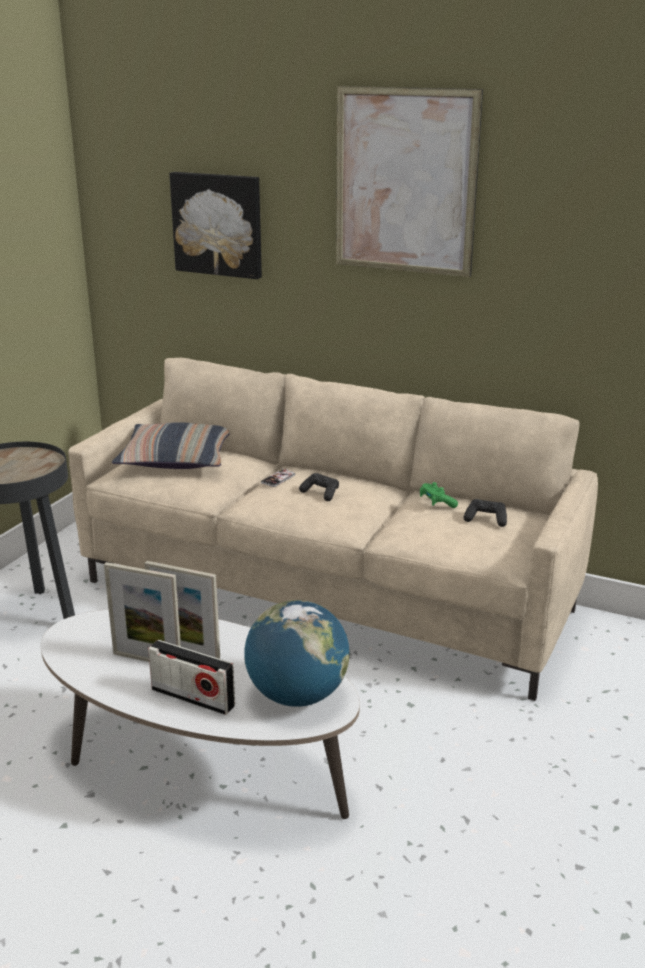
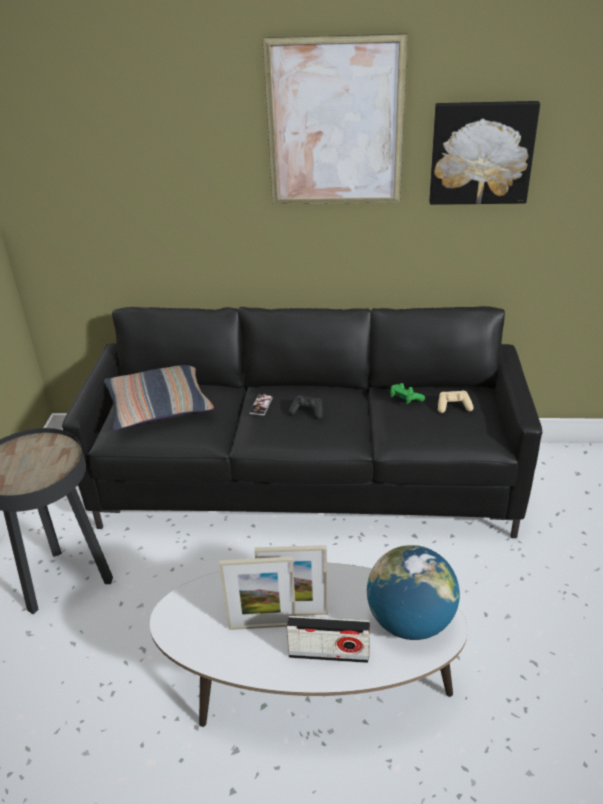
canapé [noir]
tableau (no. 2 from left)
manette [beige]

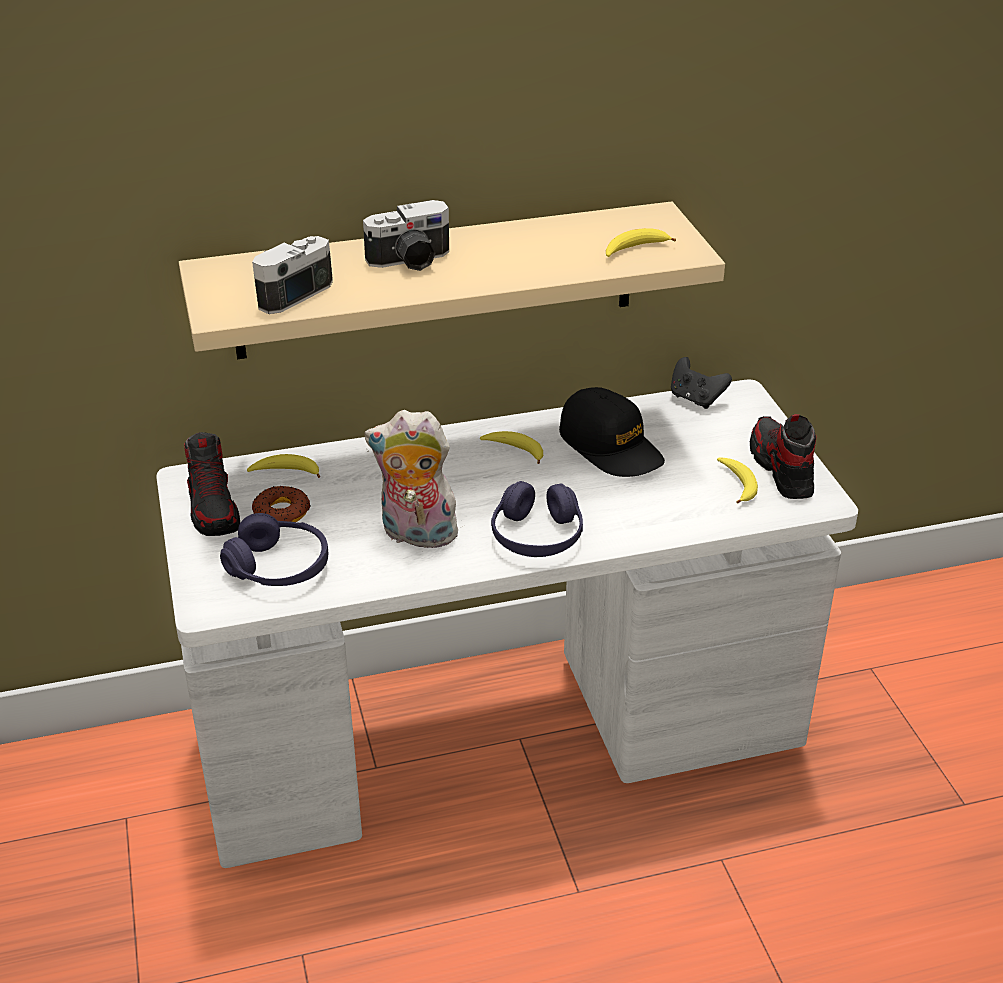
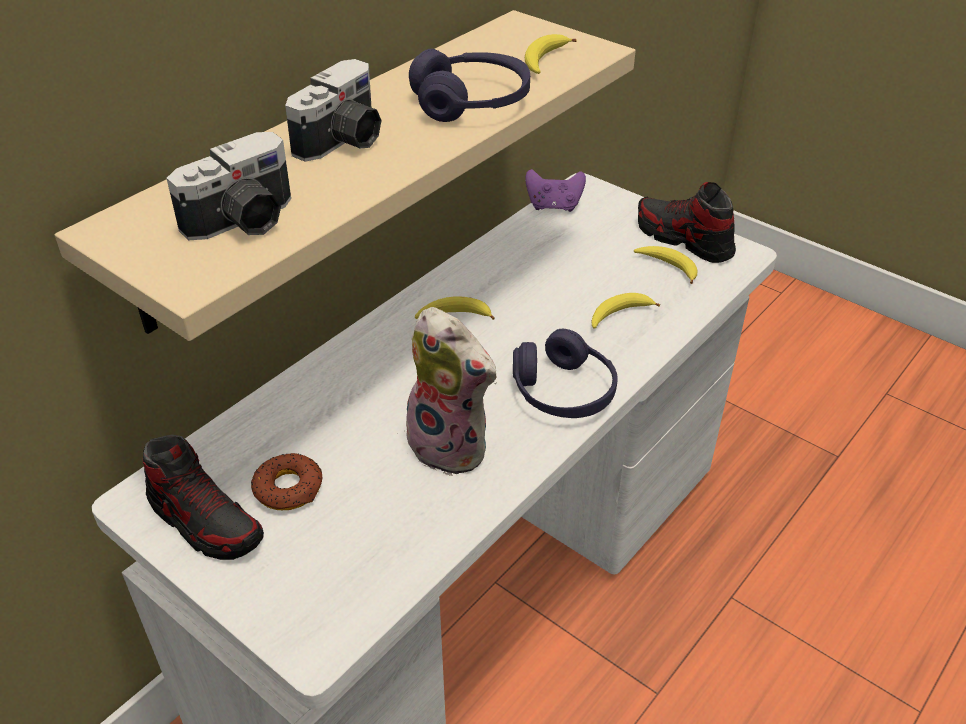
appareil photo (no. 1 from left)
peluche
casque audio [violet] (no. 1 from left)
manette [violet]
banane (no. 3 from left)
casquette [noir]

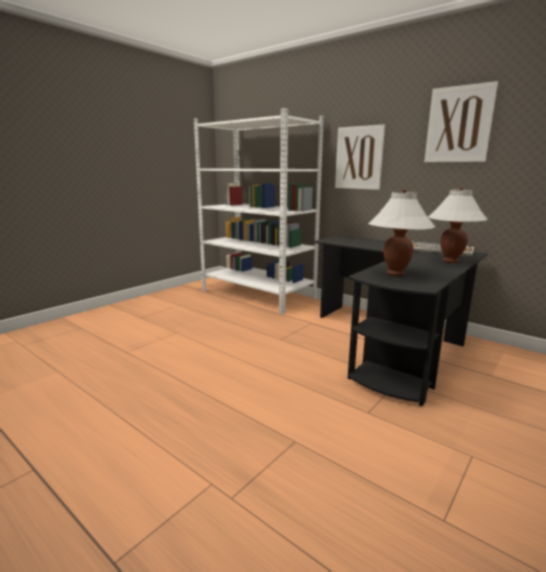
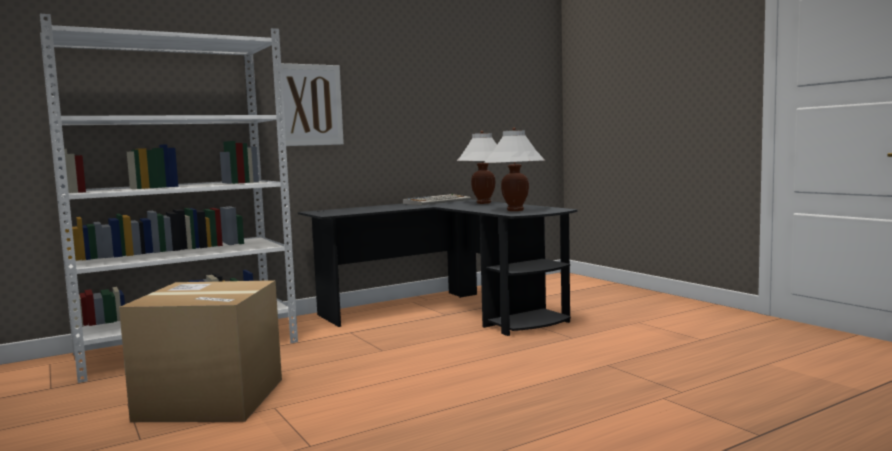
carton
tableau (no. 2 from left in the first image)

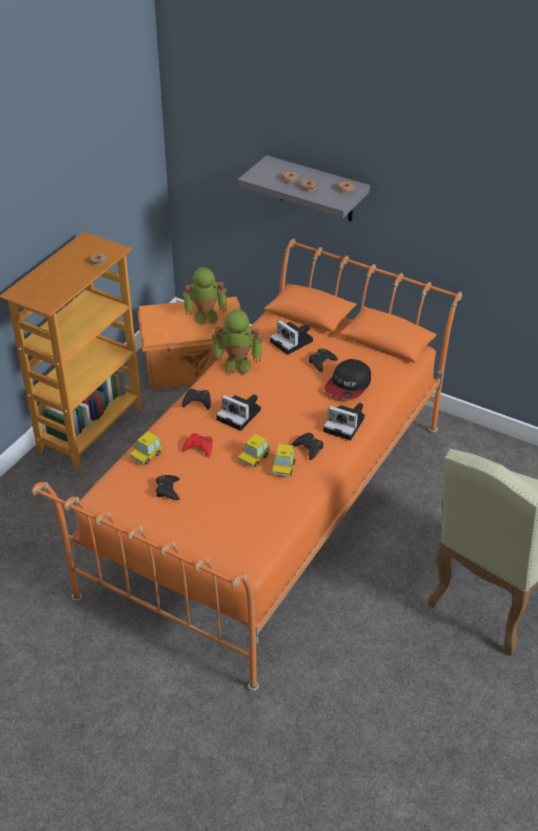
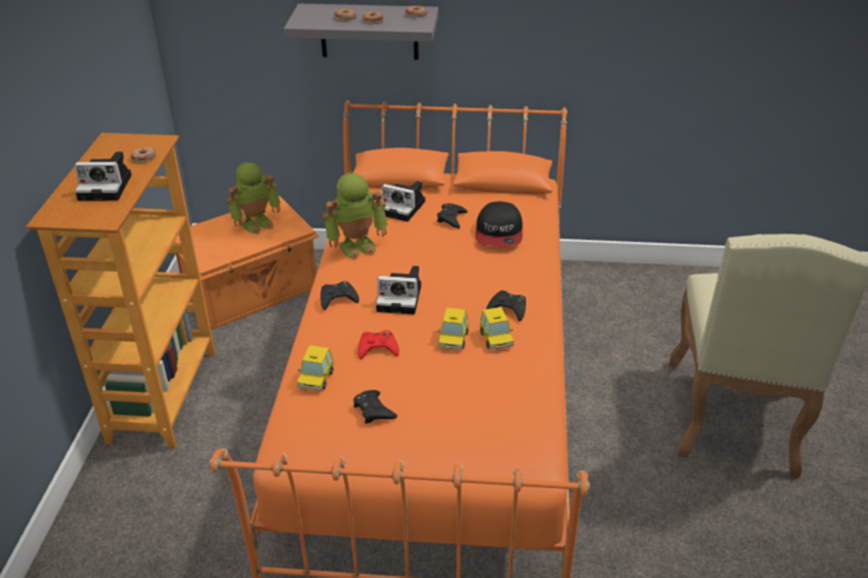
appareil photo (no. 1 from left)

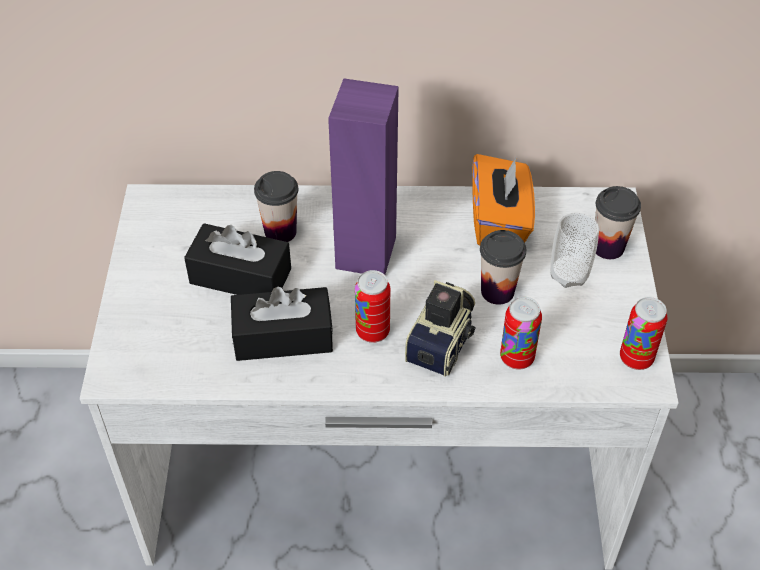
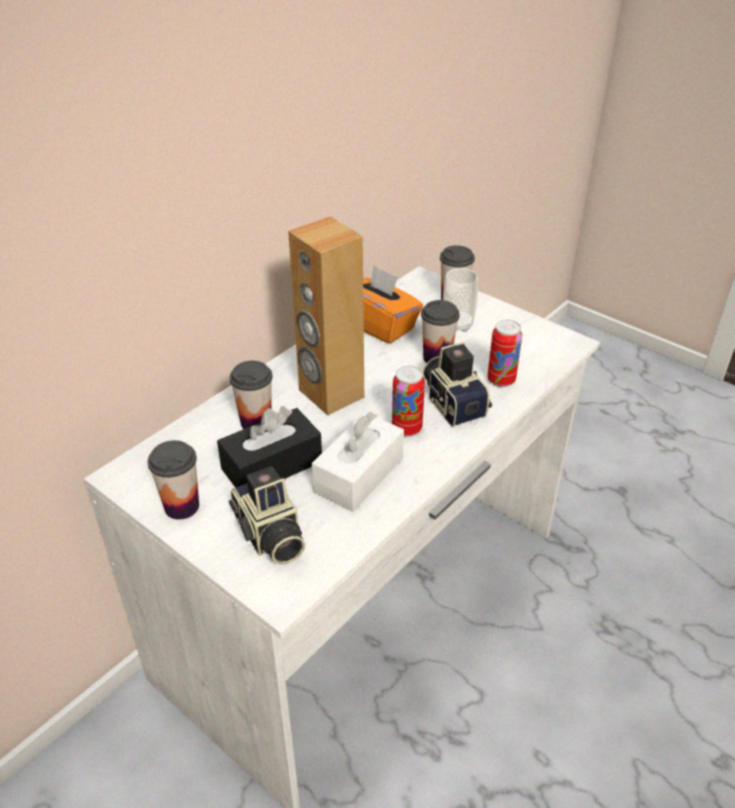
tasse (no. 1 from left)
appareil photo (no. 1 from left)
enceinte [marron]
boîte à mouchoirs [blanc]
boîte métallique (no. 3 from left in the first image)

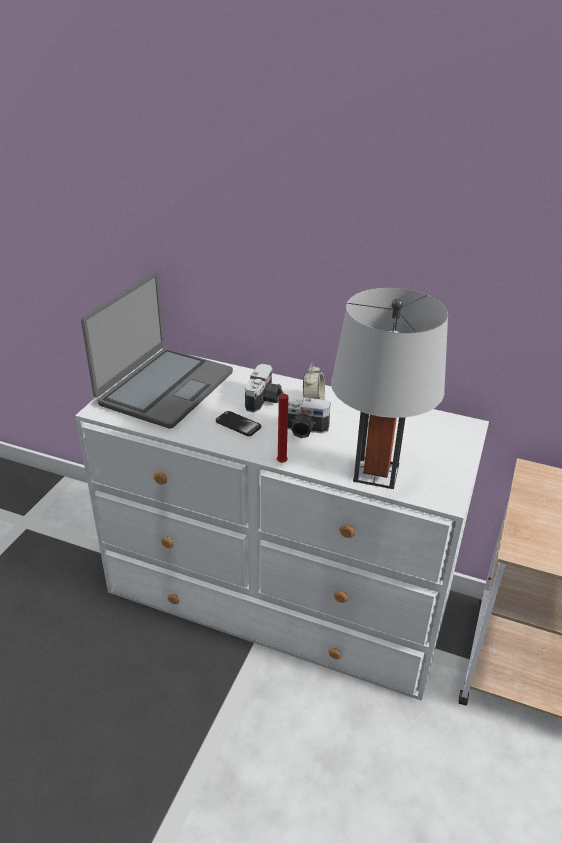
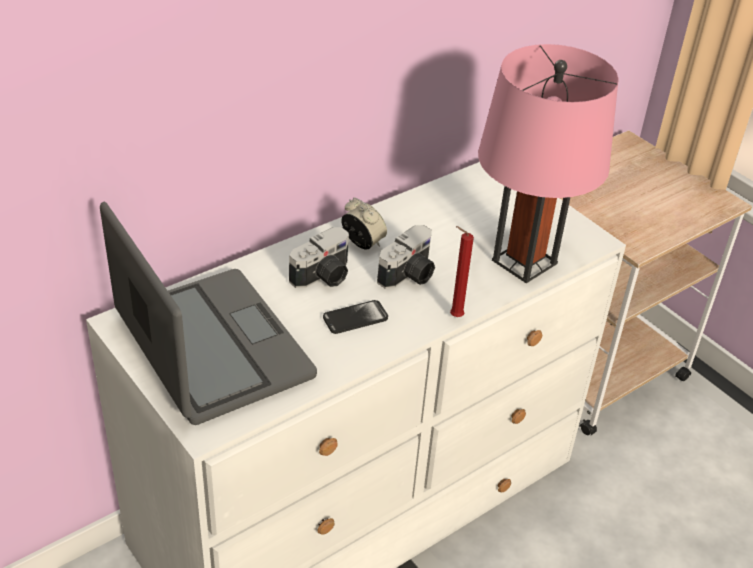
appareil photo (no. 1 from left)
lampe de table [rose]

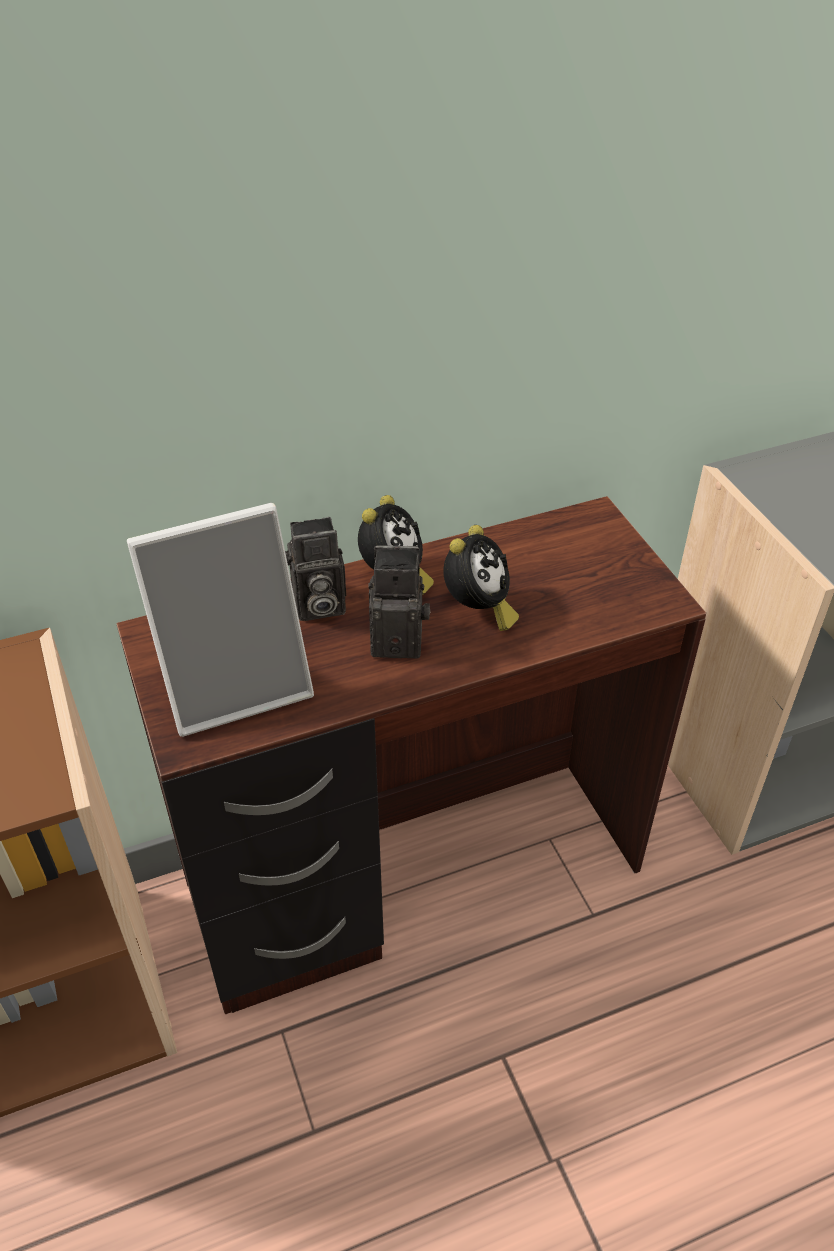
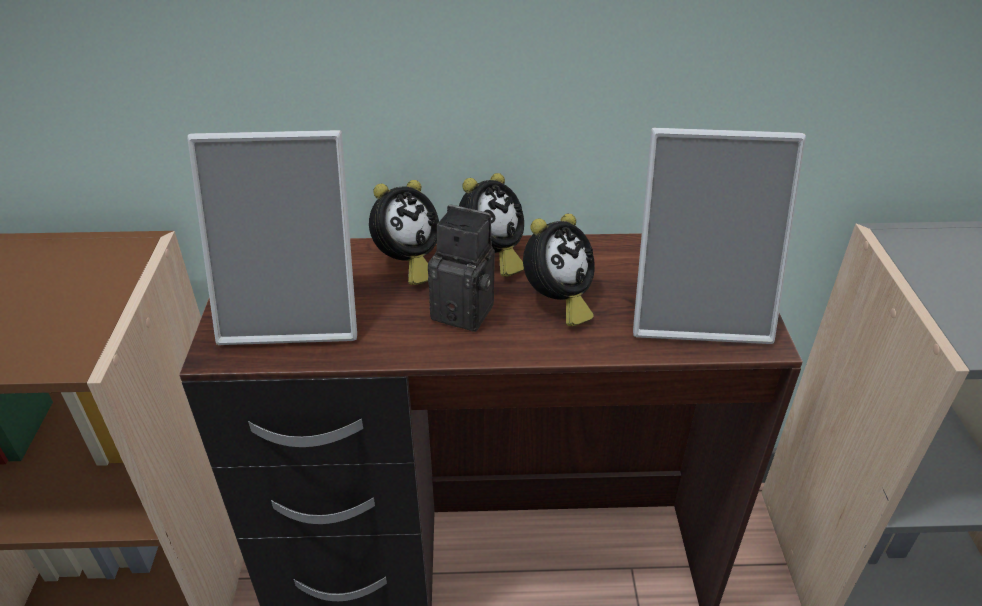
réveil (no. 1 from left)
cadre photo (no. 2 from left)

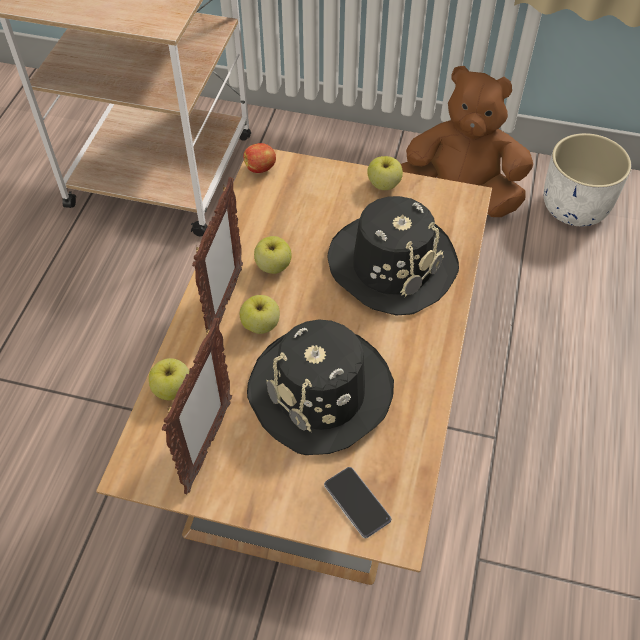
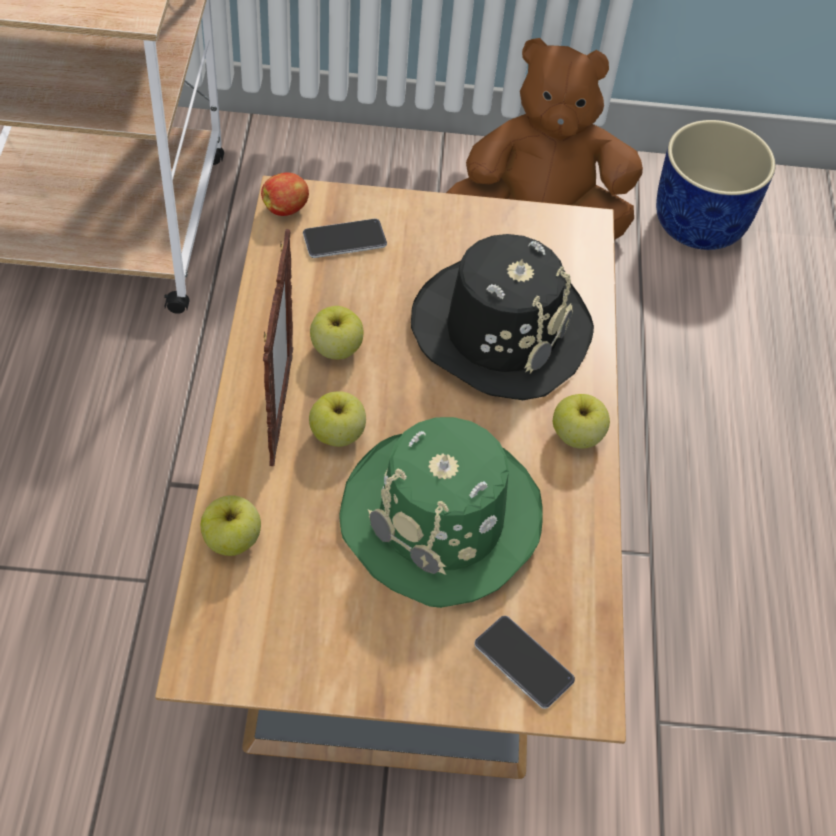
téléphone (no. 1 from left)
chapeau [vert]
pomme (no. 5 from left)
cache-pot [bleu]
cadre photo (no. 1 from left in the first image)

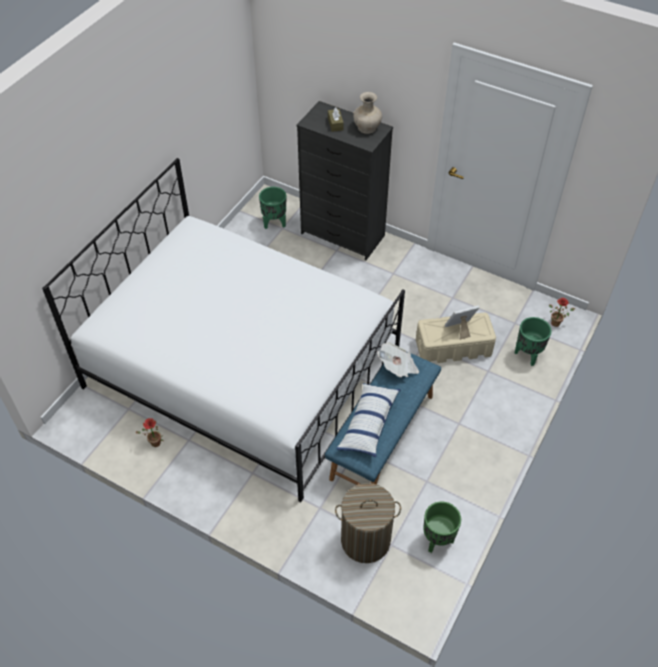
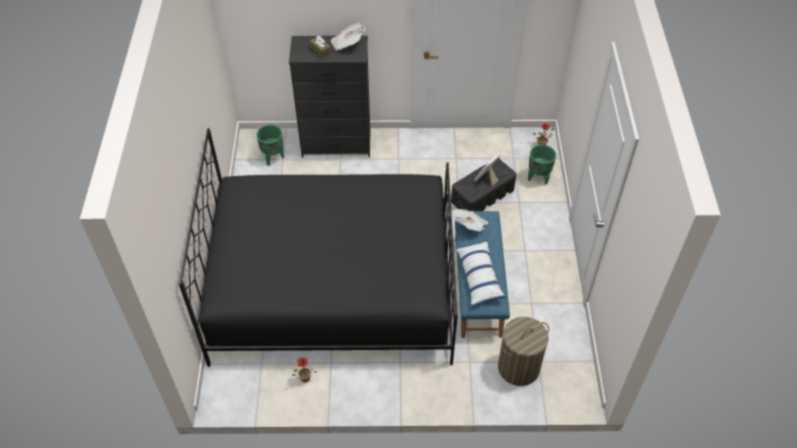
lit [noir]
journal (no. 1 from left)
boîte de rangement [noir]
cache-pot [vert] (no. 2 from left in the first image)

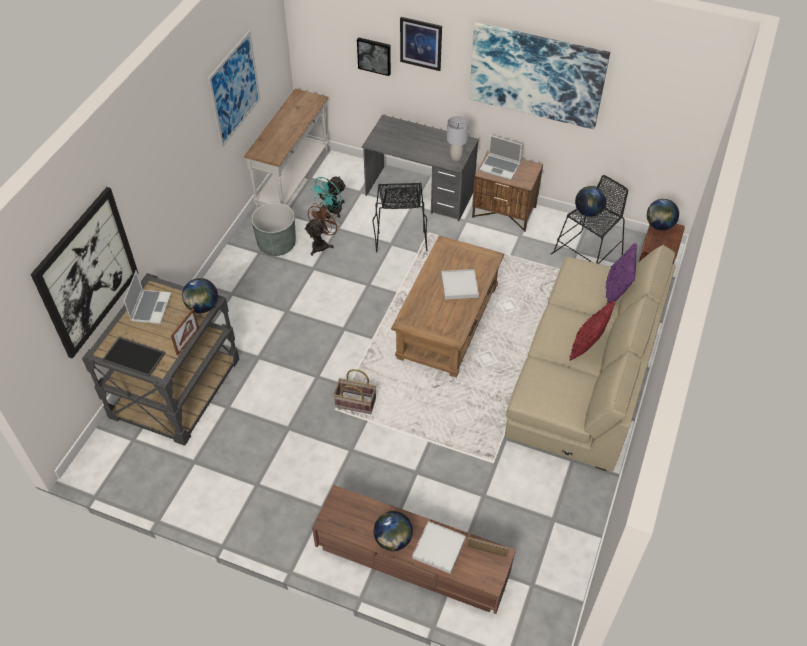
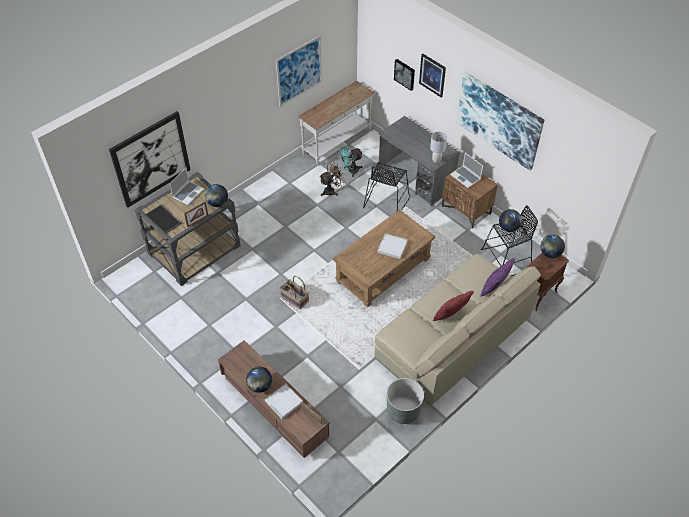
cache-pot [gris]

